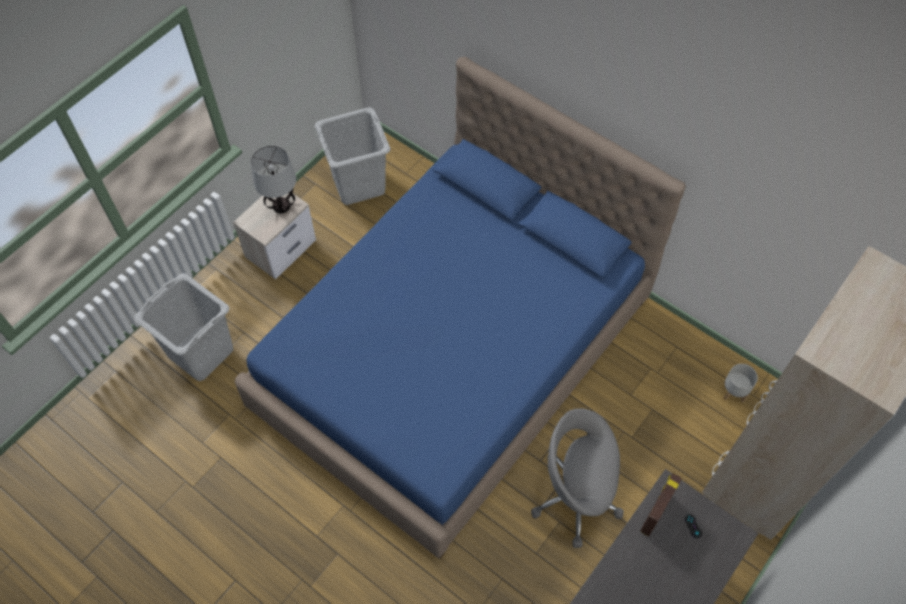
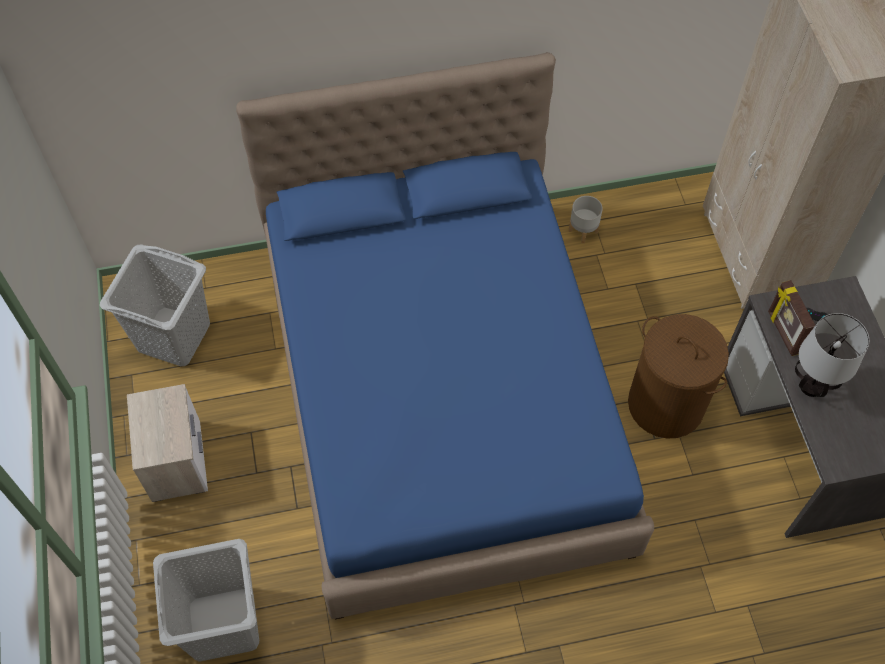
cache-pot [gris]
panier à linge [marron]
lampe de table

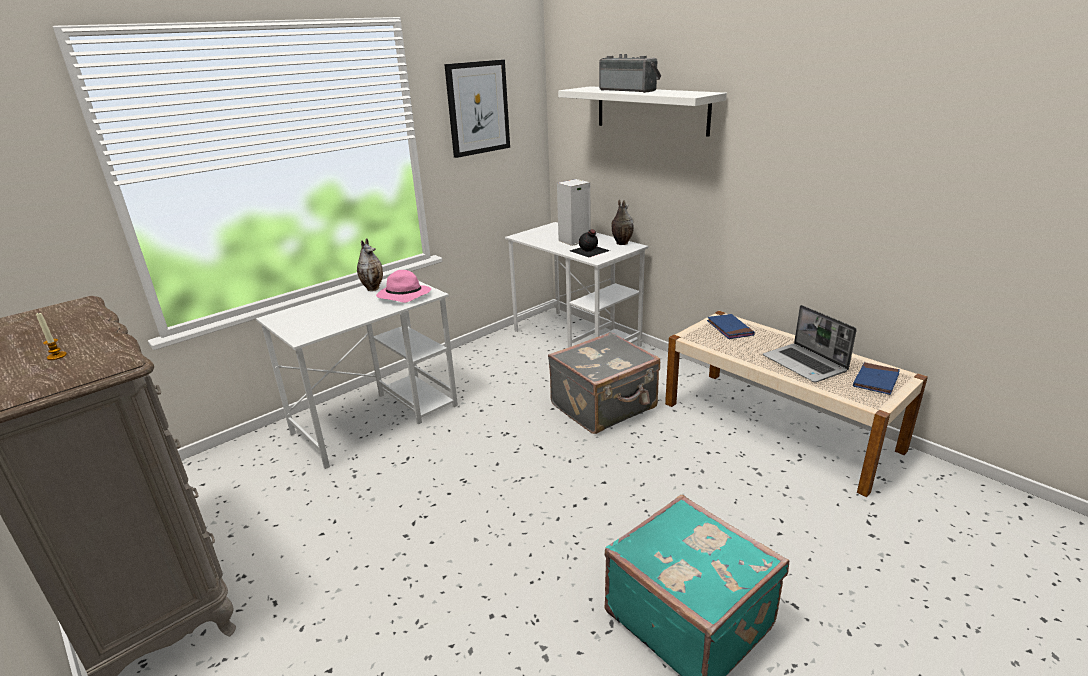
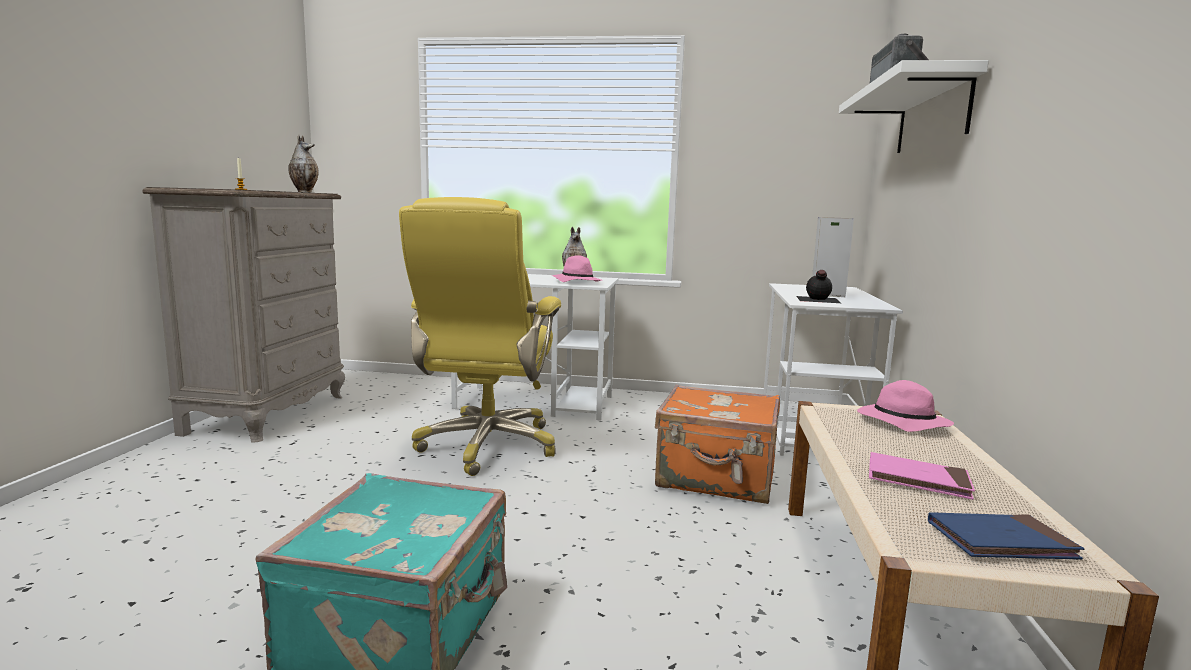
vase (no. 1 from left)
chaise de bureau [jaune]
valise [orange]
chapeau [rose] (no. 2 from left)
livre [rose]
tableau

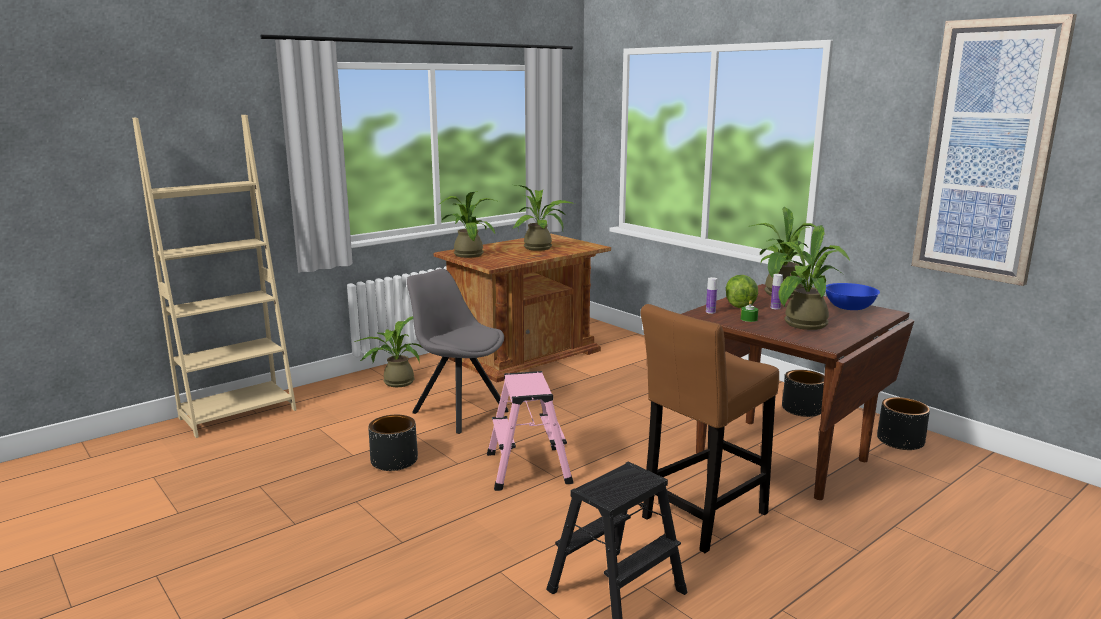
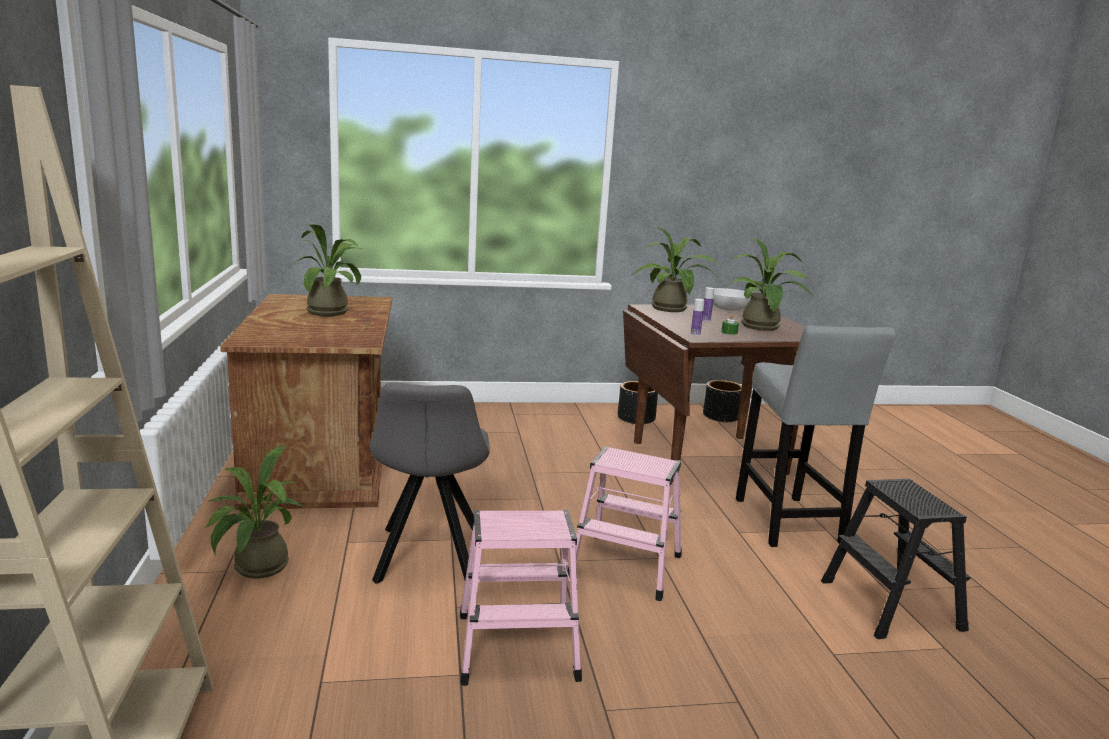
chaise [gris]
escabeau [rose] (no. 1 from left)
bol [blanc]
tabouret [gris]
plante en pot (no. 2 from left in the first image)
laitue
tableau

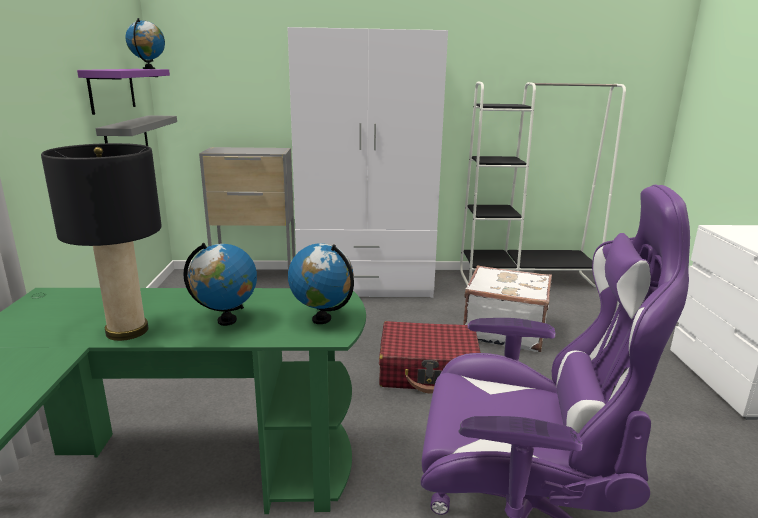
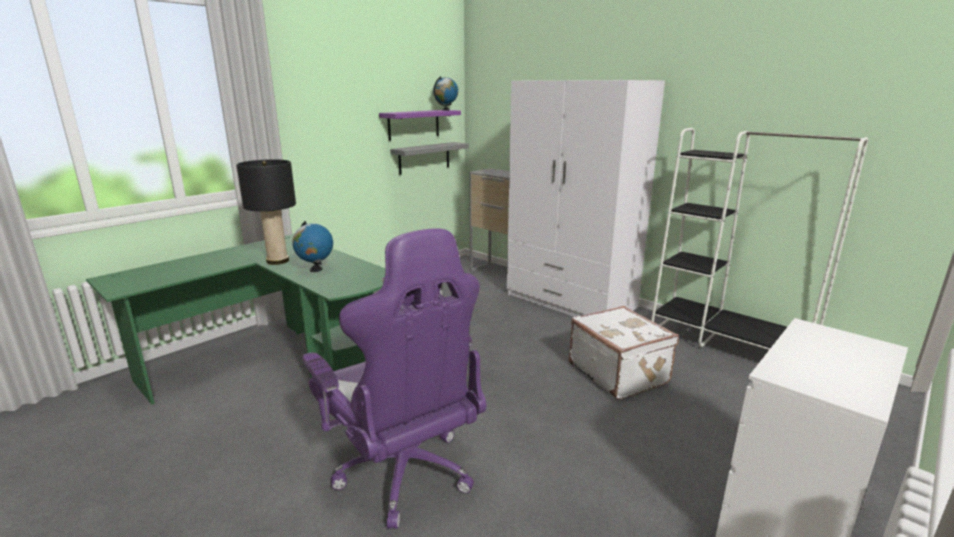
globe (no. 3 from left in the first image)
valise [rouge]

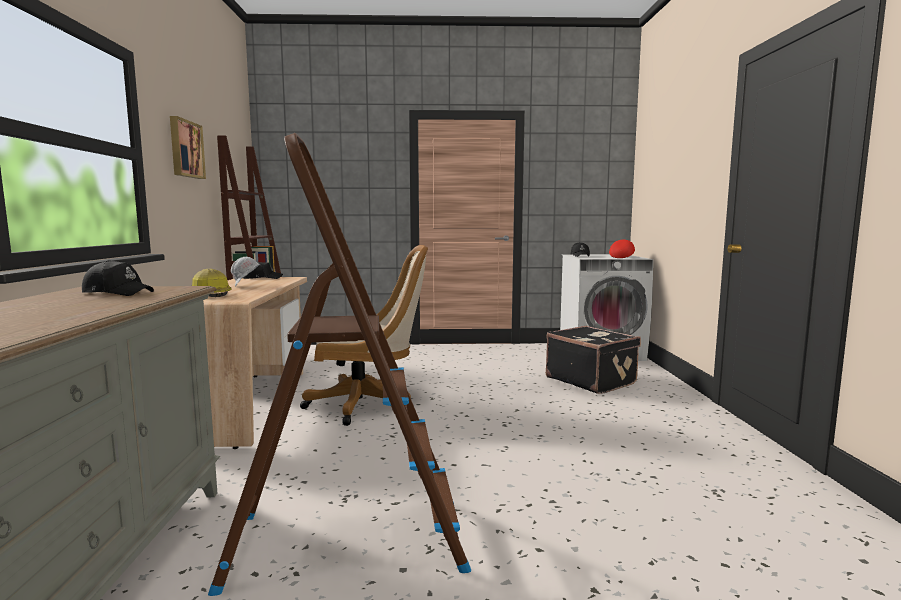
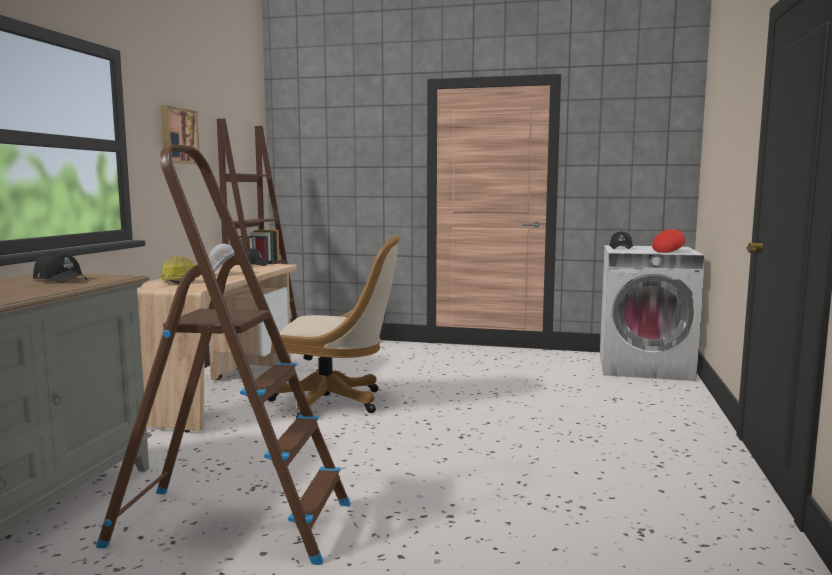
valise [noir]

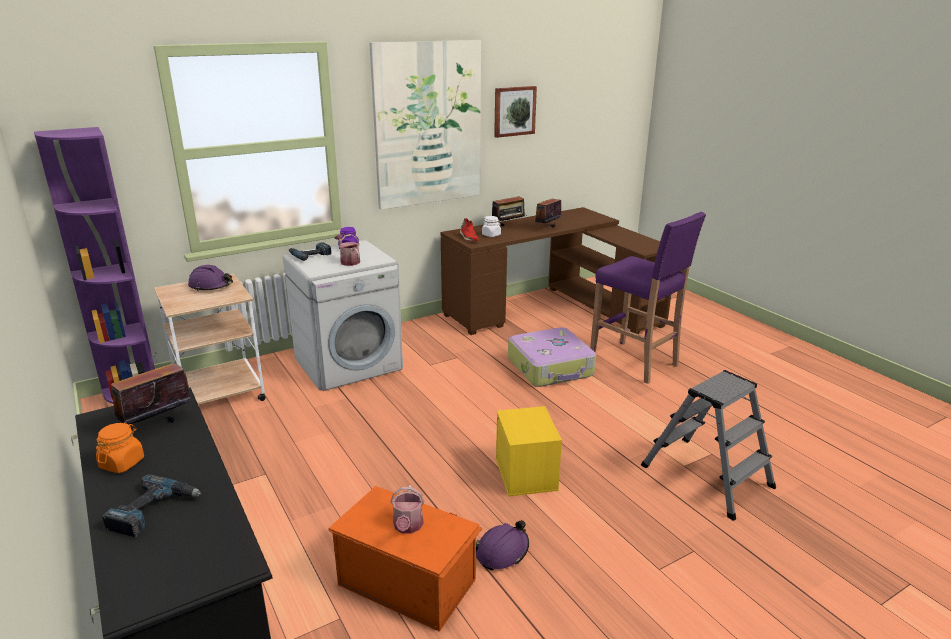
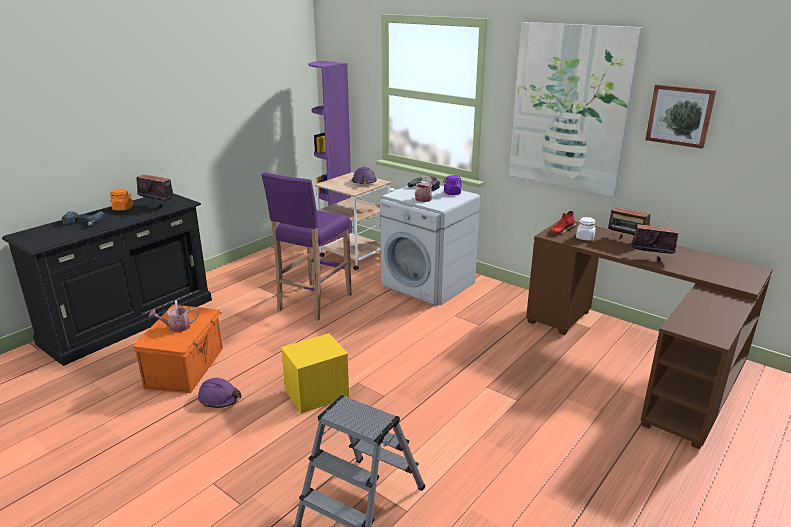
tabouret [violet]
valise

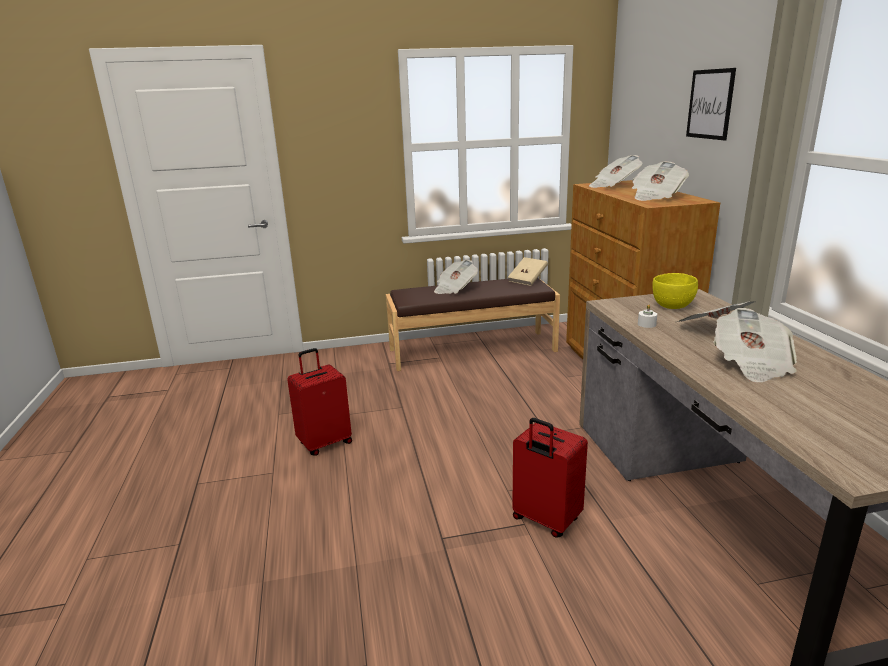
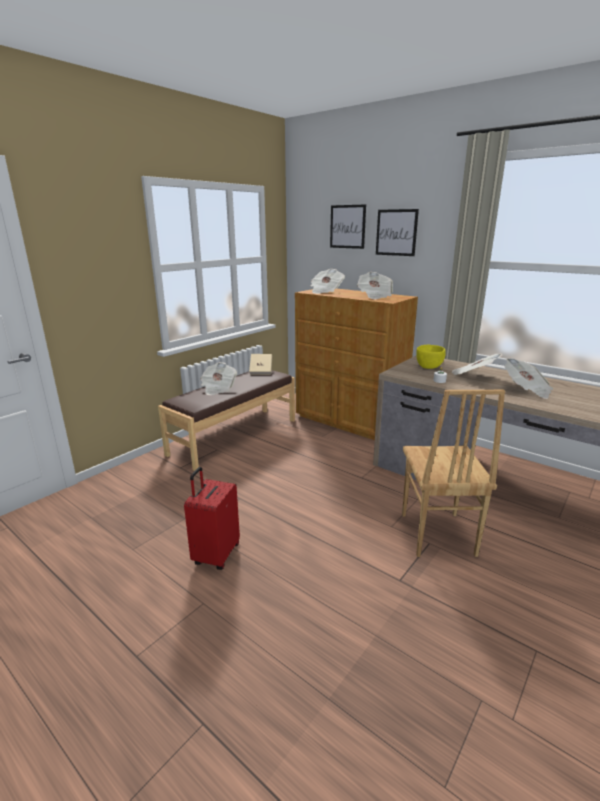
tableau (no. 1 from left)
chaise [marron]

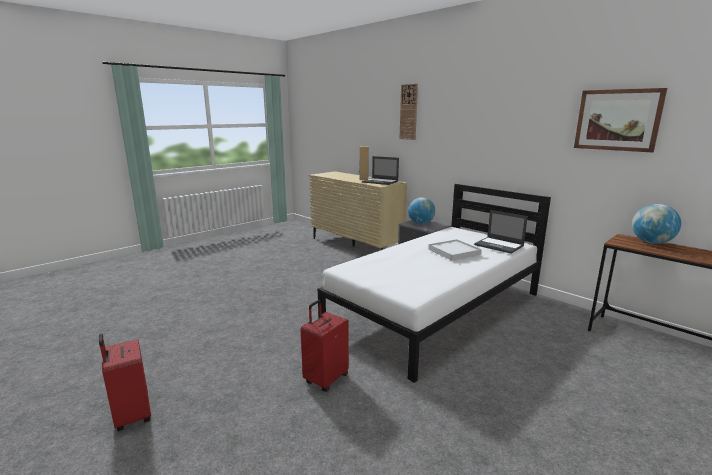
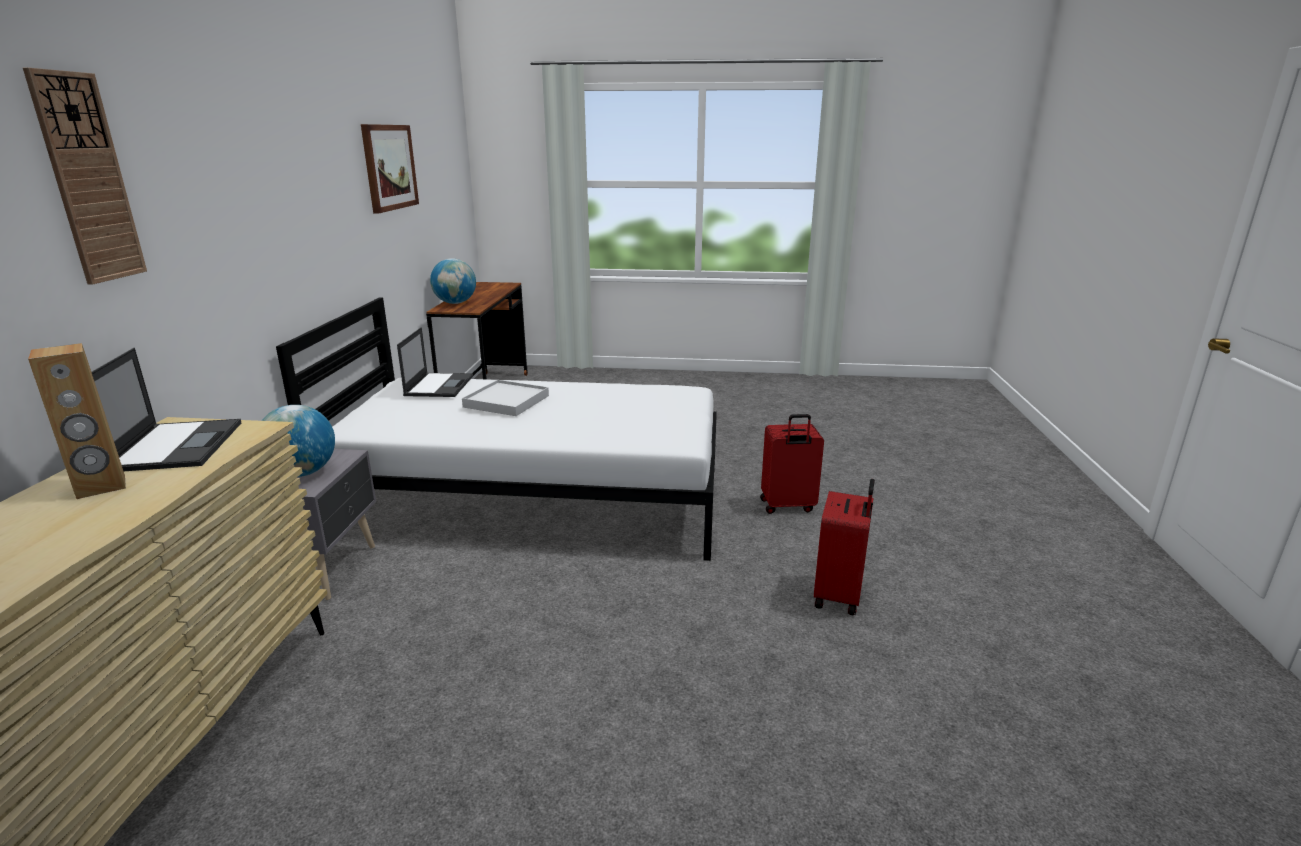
valise [rouge] (no. 2 from left)

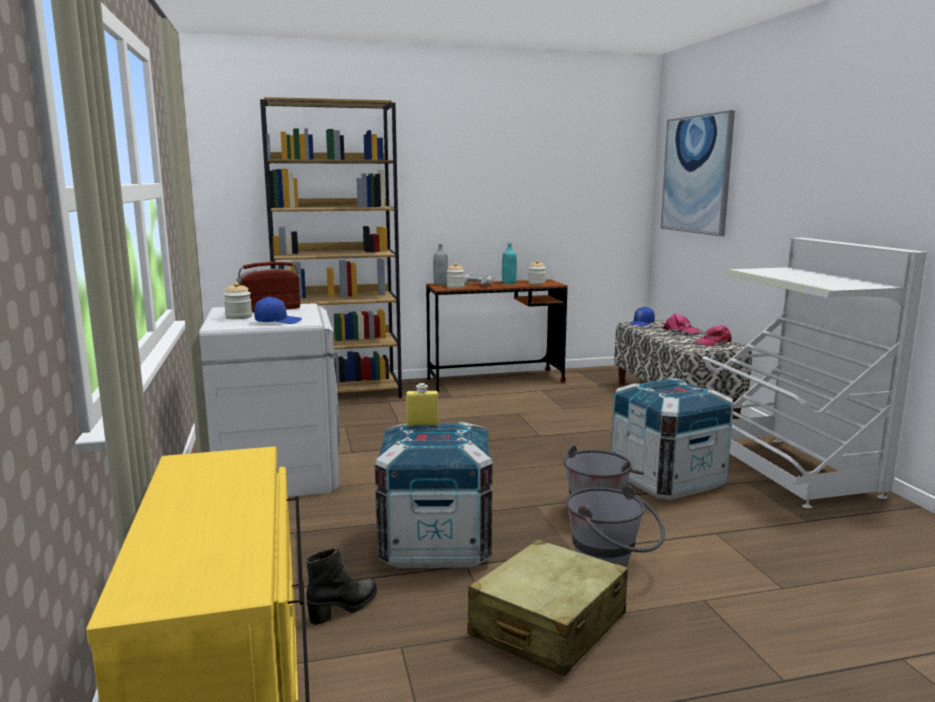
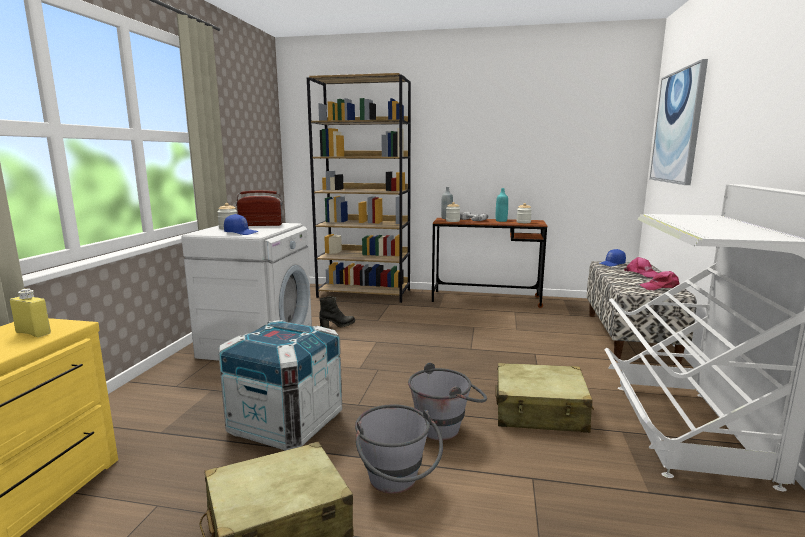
bouteille [jaune]
botte [noir]
valise [beige] (no. 2 from left)

